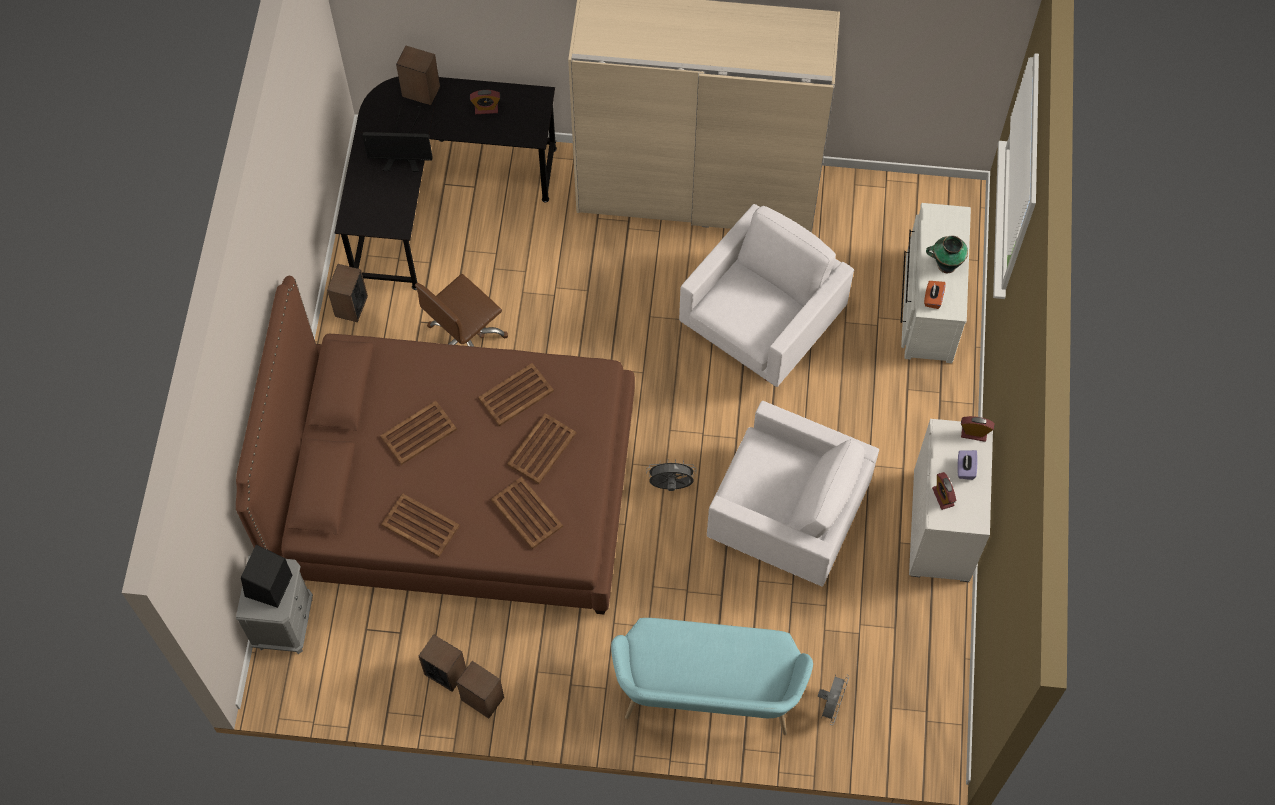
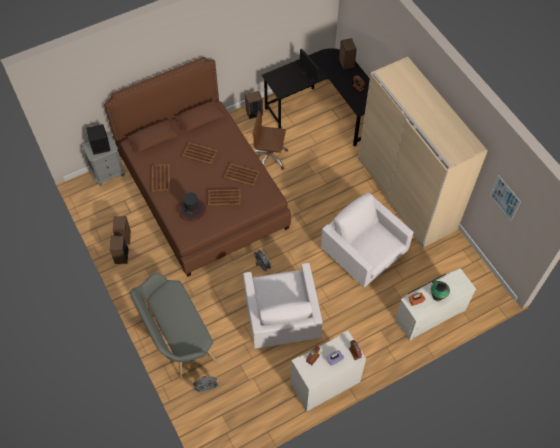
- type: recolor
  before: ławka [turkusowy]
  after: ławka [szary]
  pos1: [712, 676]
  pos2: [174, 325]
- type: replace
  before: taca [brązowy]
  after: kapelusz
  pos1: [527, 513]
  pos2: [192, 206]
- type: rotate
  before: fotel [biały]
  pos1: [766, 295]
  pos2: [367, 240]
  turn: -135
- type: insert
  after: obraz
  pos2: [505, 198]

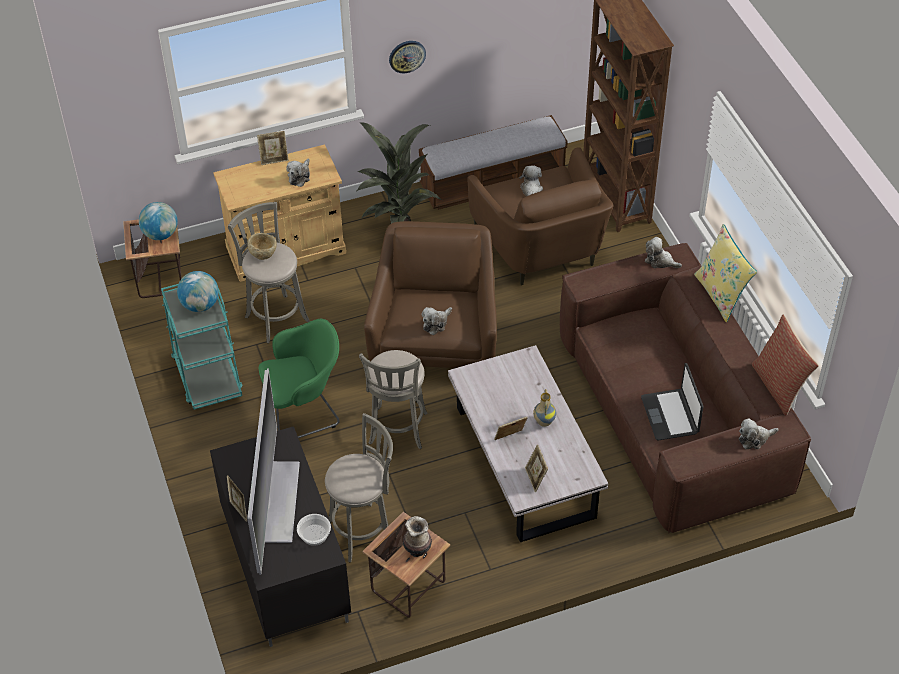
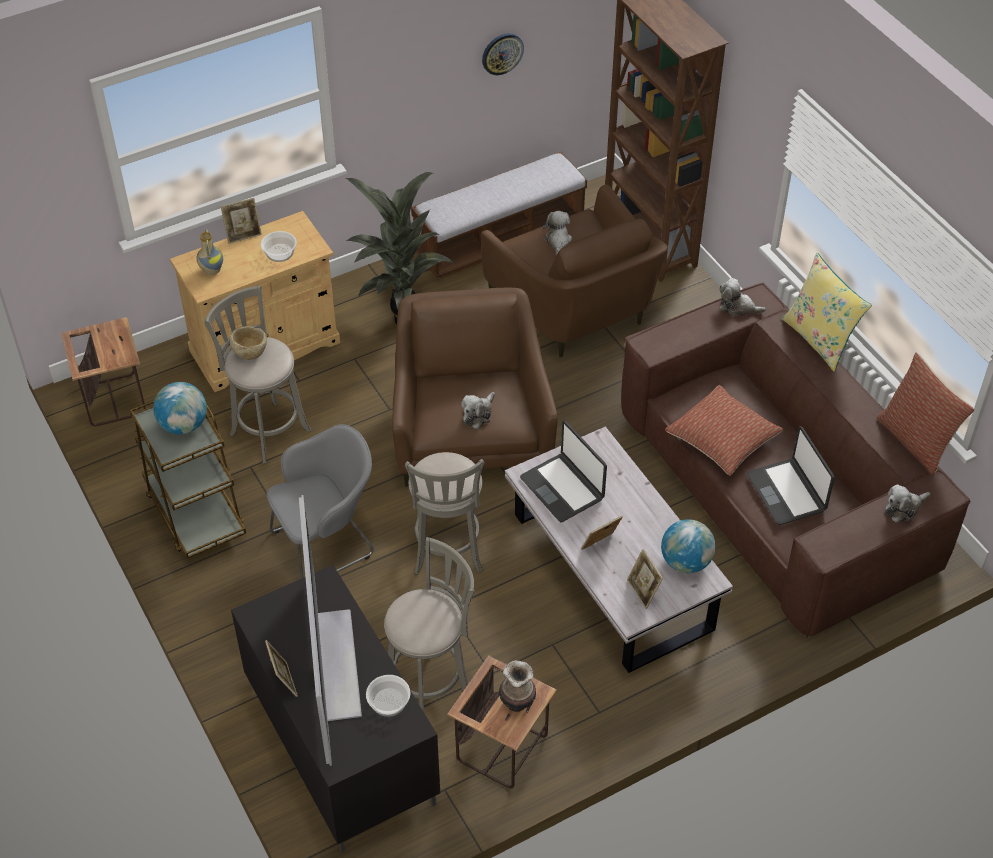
- type: recolor
  before: wózek [turkusowy]
  after: wózek [brązowy]
  pos1: [201, 347]
  pos2: [188, 480]
- type: move
  before: wazon
  pos1: [544, 408]
  pos2: [210, 252]
- type: replace
  before: pluszak
  after: miska
  pos1: [298, 172]
  pos2: [279, 246]
- type: recolor
  before: fotel [zielony]
  after: fotel [szary]
  pos1: [299, 378]
  pos2: [320, 501]
- type: move
  before: zegar ścienny
  pos1: [407, 57]
  pos2: [503, 54]
- type: insert
  after: laptop
  pos2: [563, 471]
- type: move
  before: globus
  pos1: [158, 221]
  pos2: [688, 546]
- type: insert
  after: poduszka
  pos2: [724, 430]

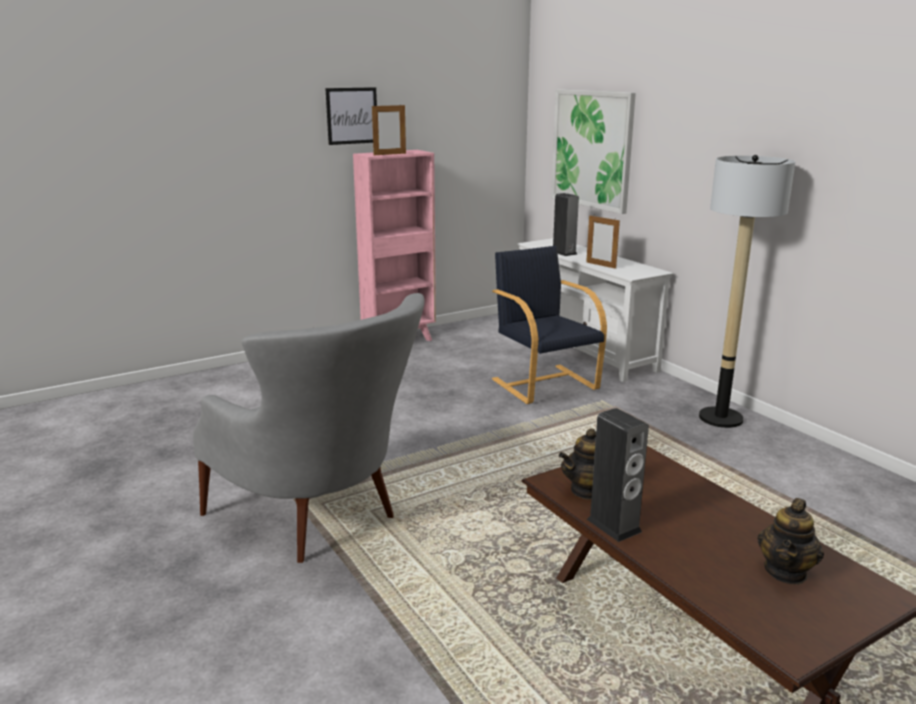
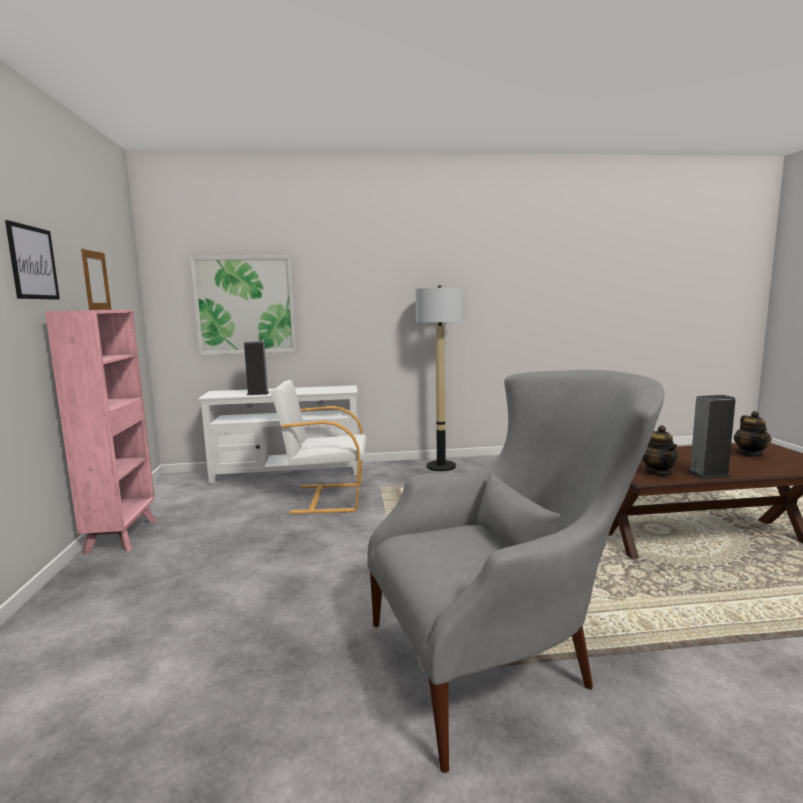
- type: recolor
  before: fotel [czarny]
  after: fotel [biały]
  pos1: [549, 325]
  pos2: [319, 447]
- type: rotate
  before: imbryk
  pos1: [790, 541]
  pos2: [752, 434]
  turn: 45
- type: delete
  before: ramka na zdjęcie
  pos1: [603, 242]

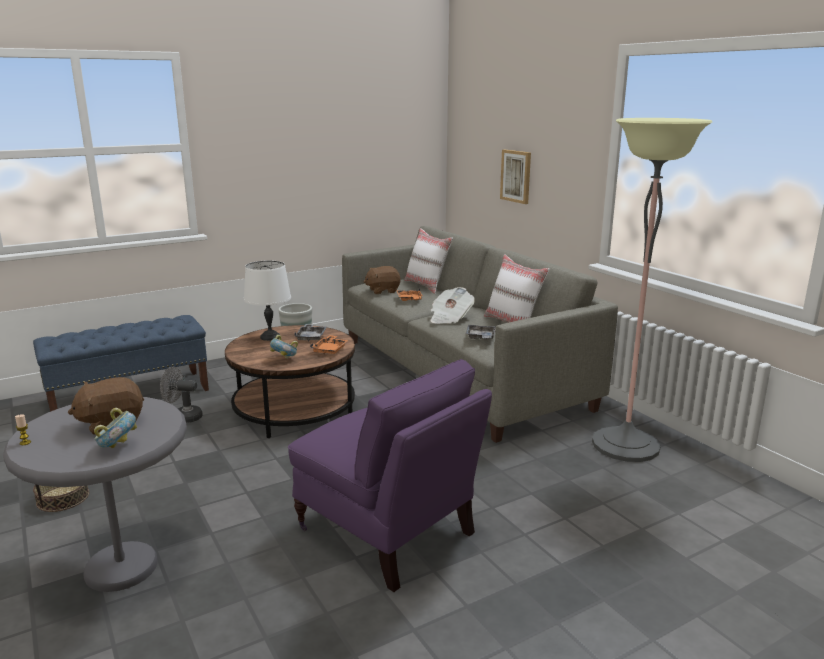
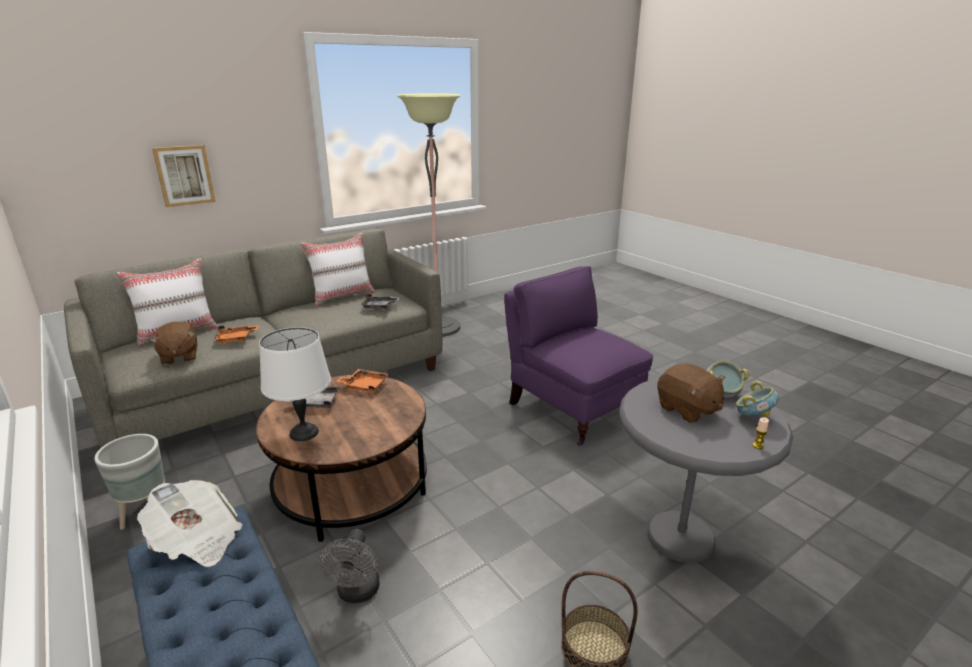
- type: move
  before: gazeta
  pos1: [452, 305]
  pos2: [189, 523]
- type: rotate
  before: fotel [fioletowy]
  pos1: [390, 475]
  pos2: [579, 356]
  turn: -75
- type: move
  before: miska
  pos1: [284, 347]
  pos2: [757, 399]

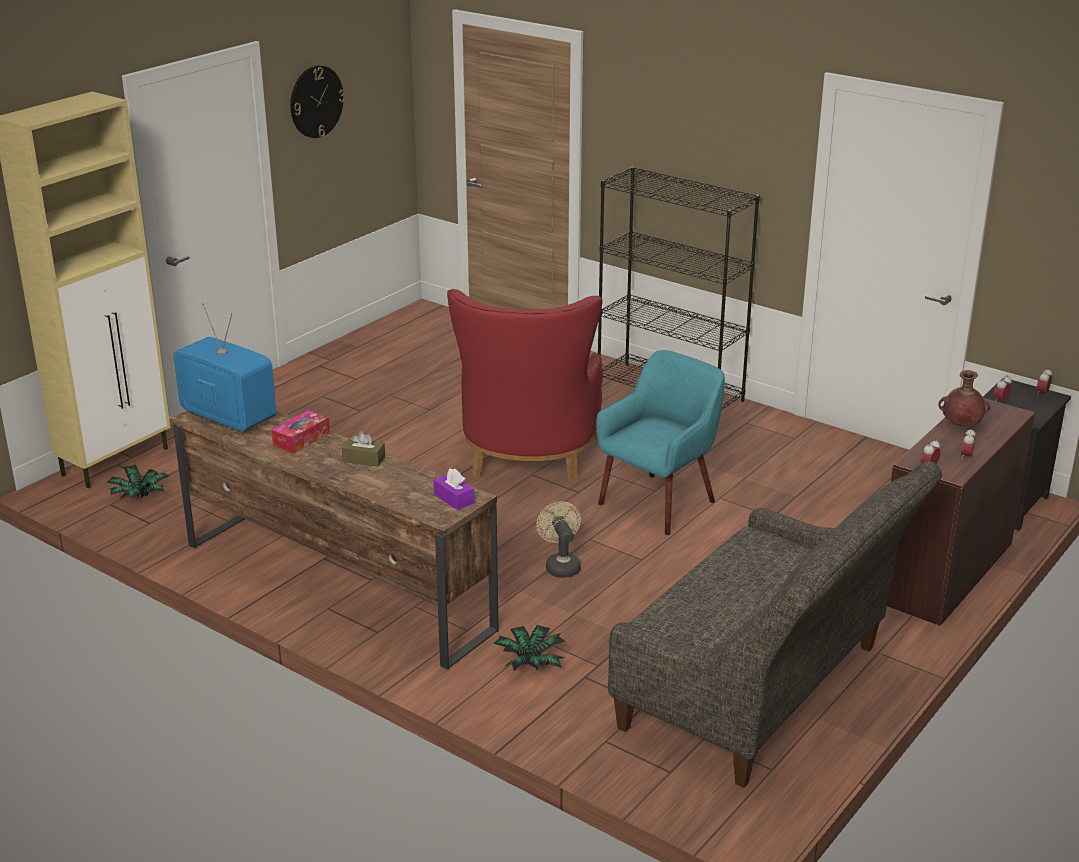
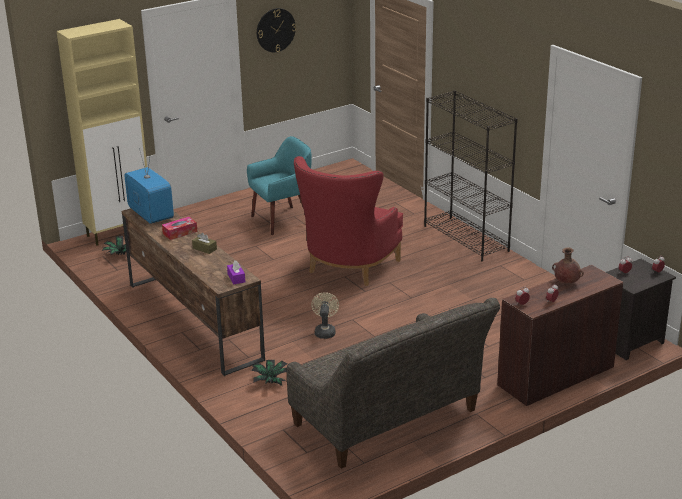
- type: move
  before: fotel [turkusowy]
  pos1: [660, 442]
  pos2: [279, 185]

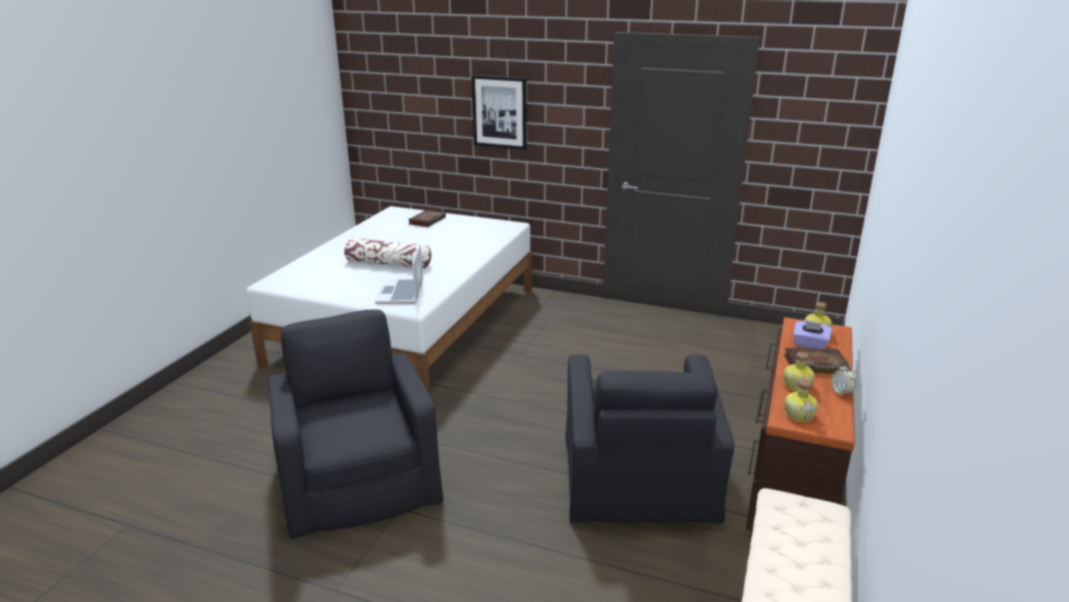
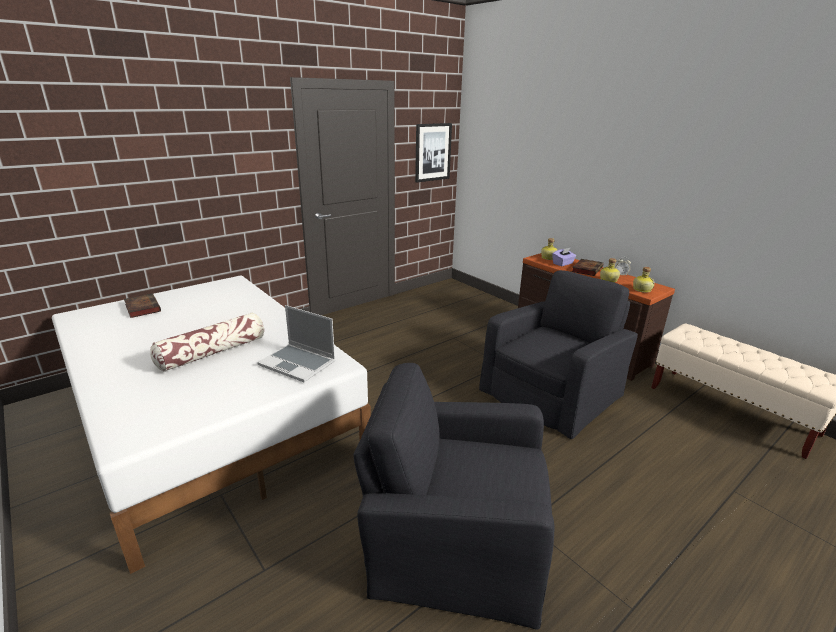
- type: move
  before: obraz
  pos1: [499, 112]
  pos2: [433, 152]
- type: rotate
  before: fotel [czarny]
  pos1: [649, 438]
  pos2: [558, 354]
  turn: -75

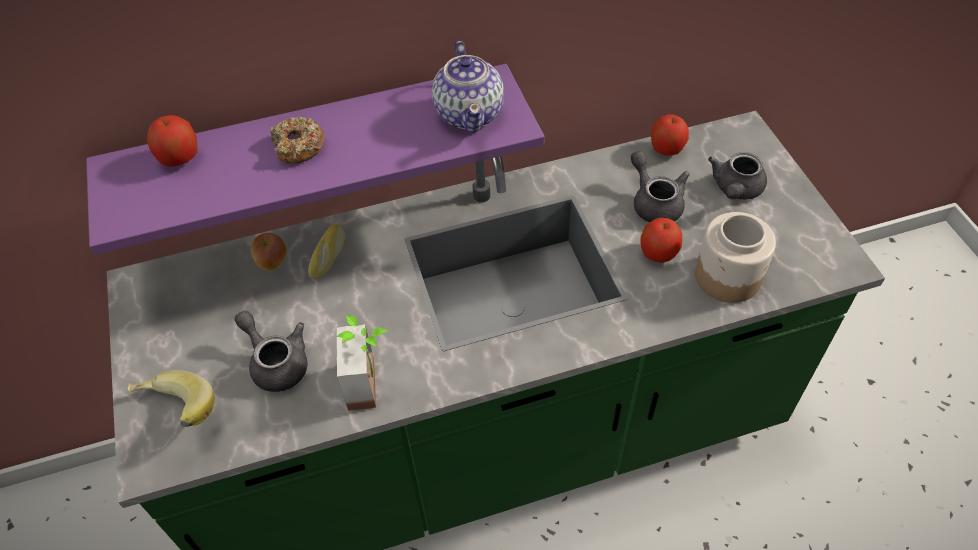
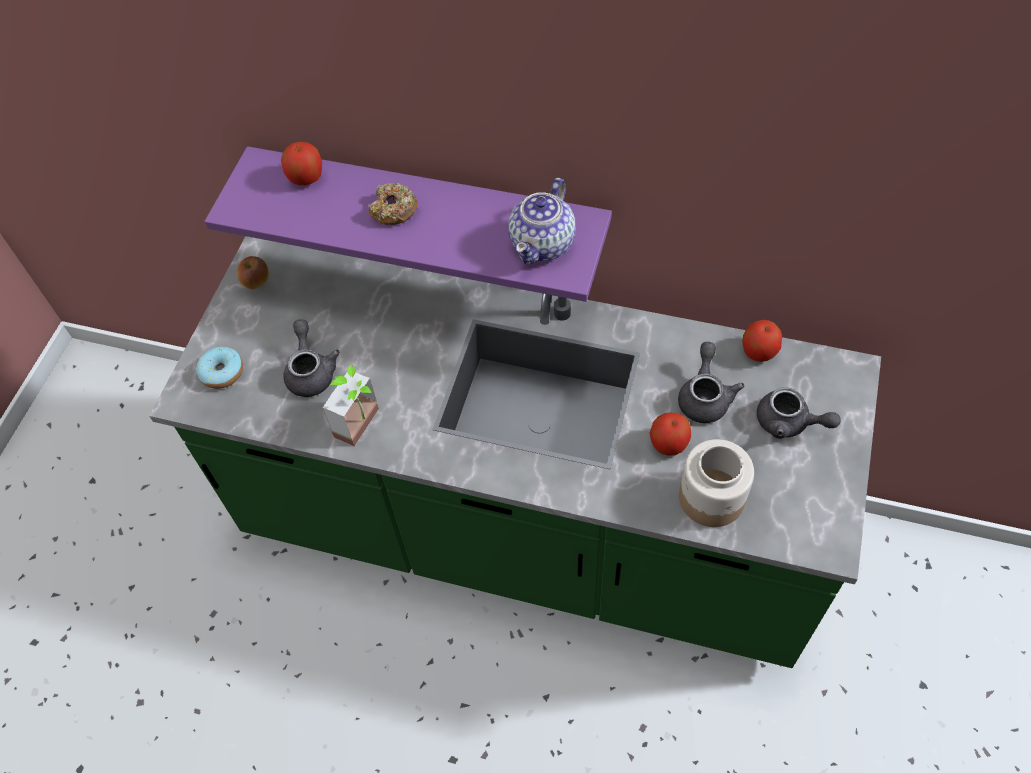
- type: replace
  before: banan
  after: donut
  pos1: [171, 398]
  pos2: [219, 368]
- type: move
  before: jabłko
  pos1: [269, 252]
  pos2: [253, 272]
- type: rotate
  before: imbryk [szary]
  pos1: [737, 176]
  pos2: [799, 413]
  turn: -120
- type: delete
  before: chleb
  pos1: [326, 252]

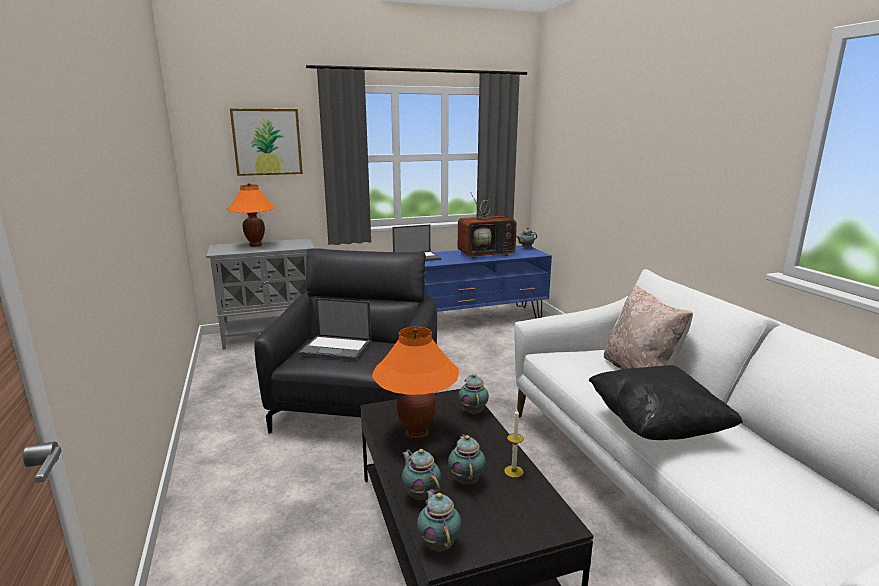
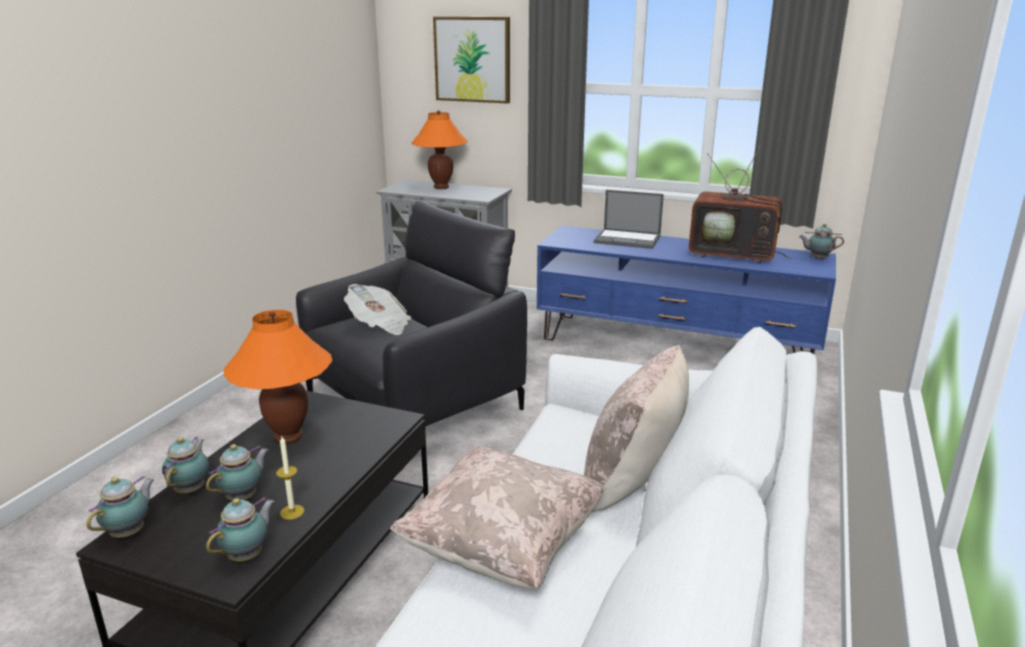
- type: move
  before: imbryk
  pos1: [473, 394]
  pos2: [240, 529]
- type: replace
  before: laptop
  after: gazeta
  pos1: [335, 329]
  pos2: [378, 309]
- type: recolor
  before: poduszka [czarny]
  after: poduszka [beżowy]
  pos1: [665, 402]
  pos2: [498, 517]

